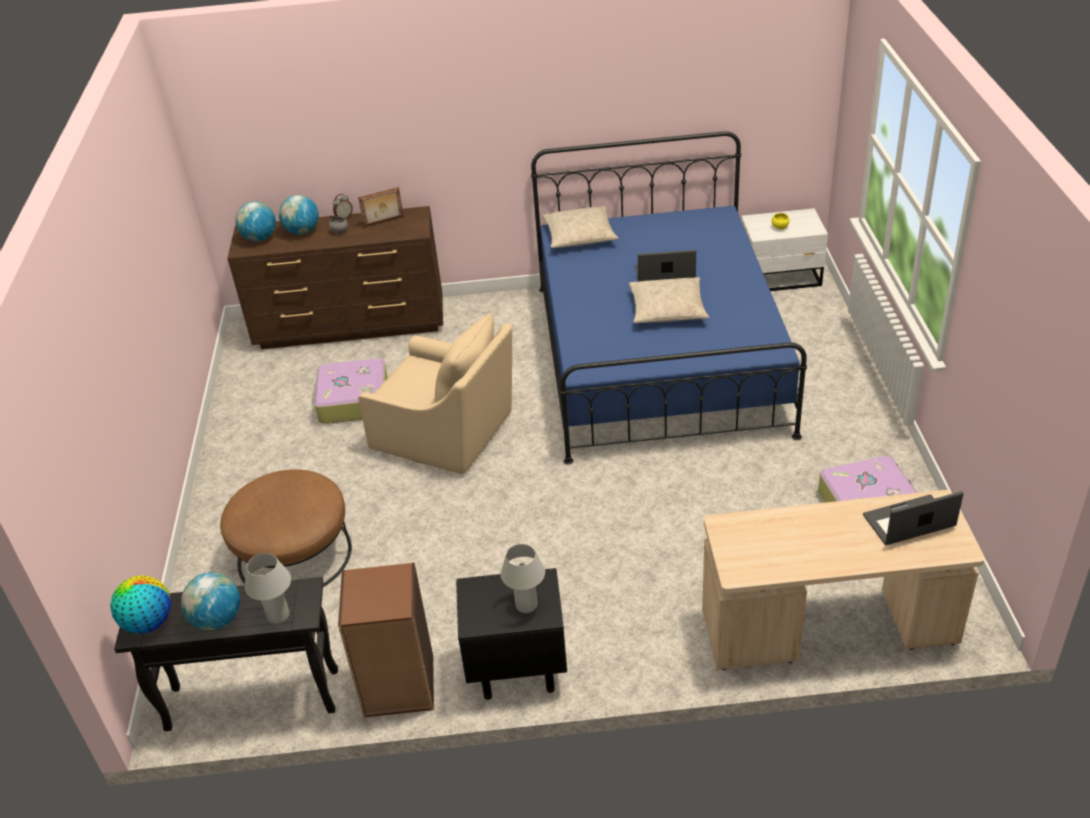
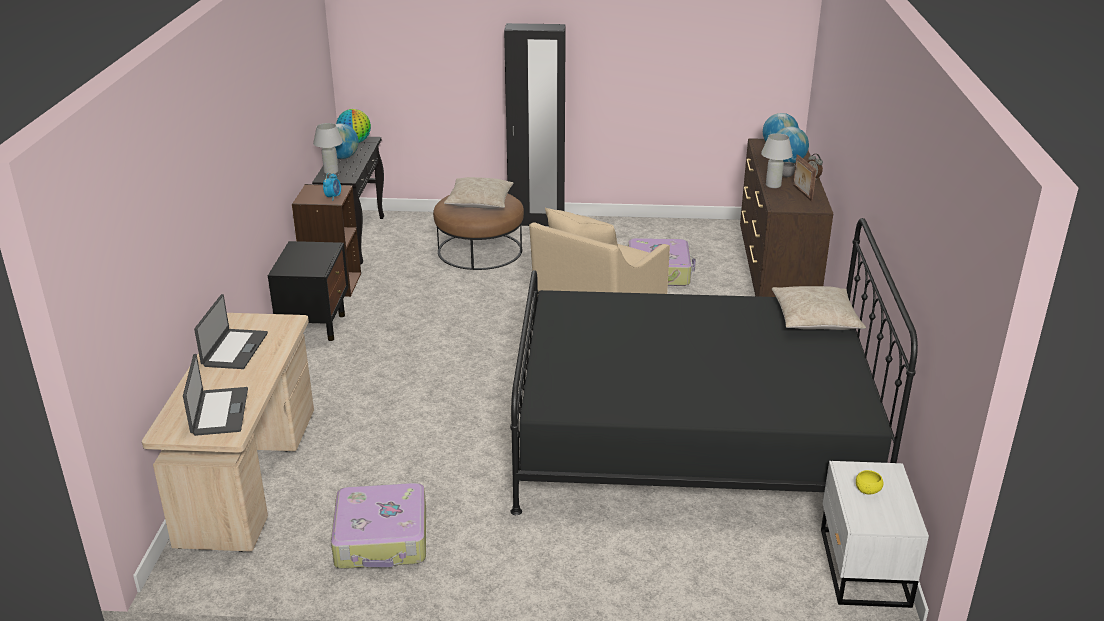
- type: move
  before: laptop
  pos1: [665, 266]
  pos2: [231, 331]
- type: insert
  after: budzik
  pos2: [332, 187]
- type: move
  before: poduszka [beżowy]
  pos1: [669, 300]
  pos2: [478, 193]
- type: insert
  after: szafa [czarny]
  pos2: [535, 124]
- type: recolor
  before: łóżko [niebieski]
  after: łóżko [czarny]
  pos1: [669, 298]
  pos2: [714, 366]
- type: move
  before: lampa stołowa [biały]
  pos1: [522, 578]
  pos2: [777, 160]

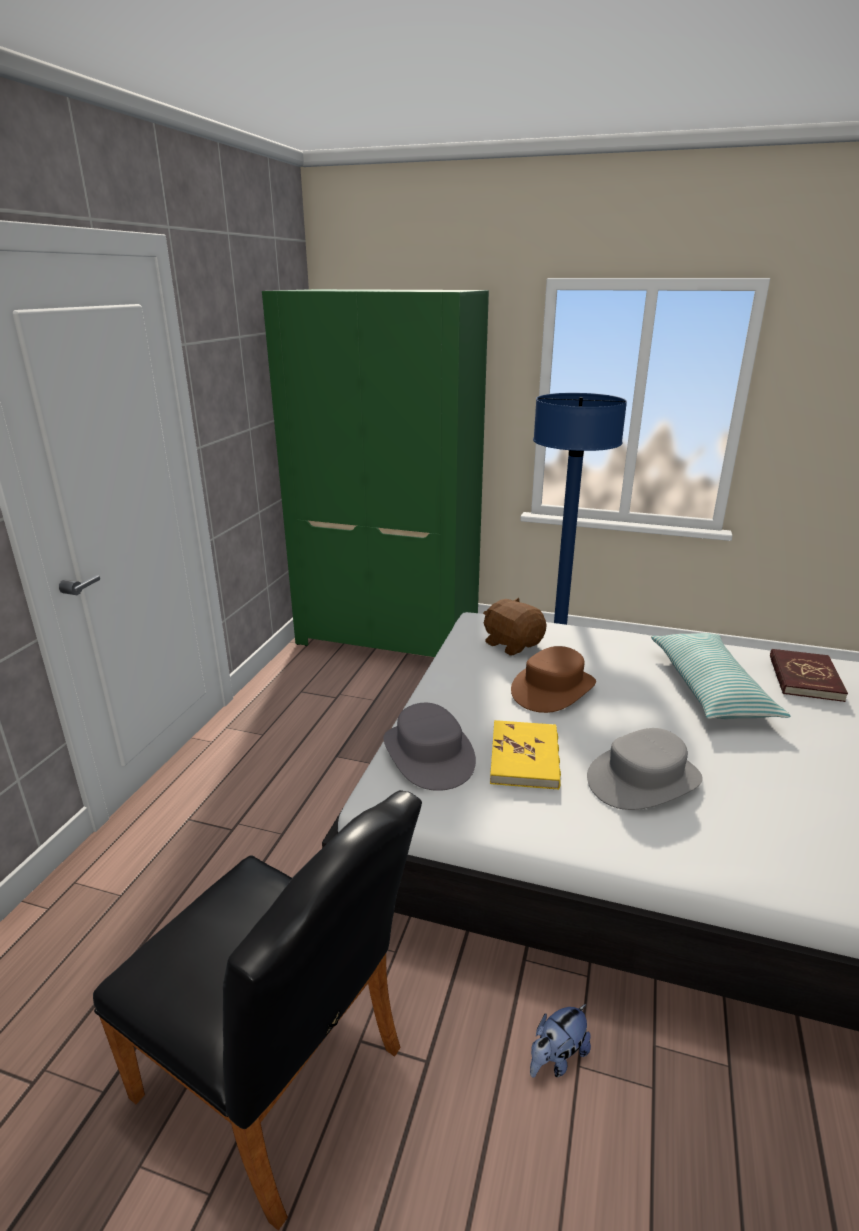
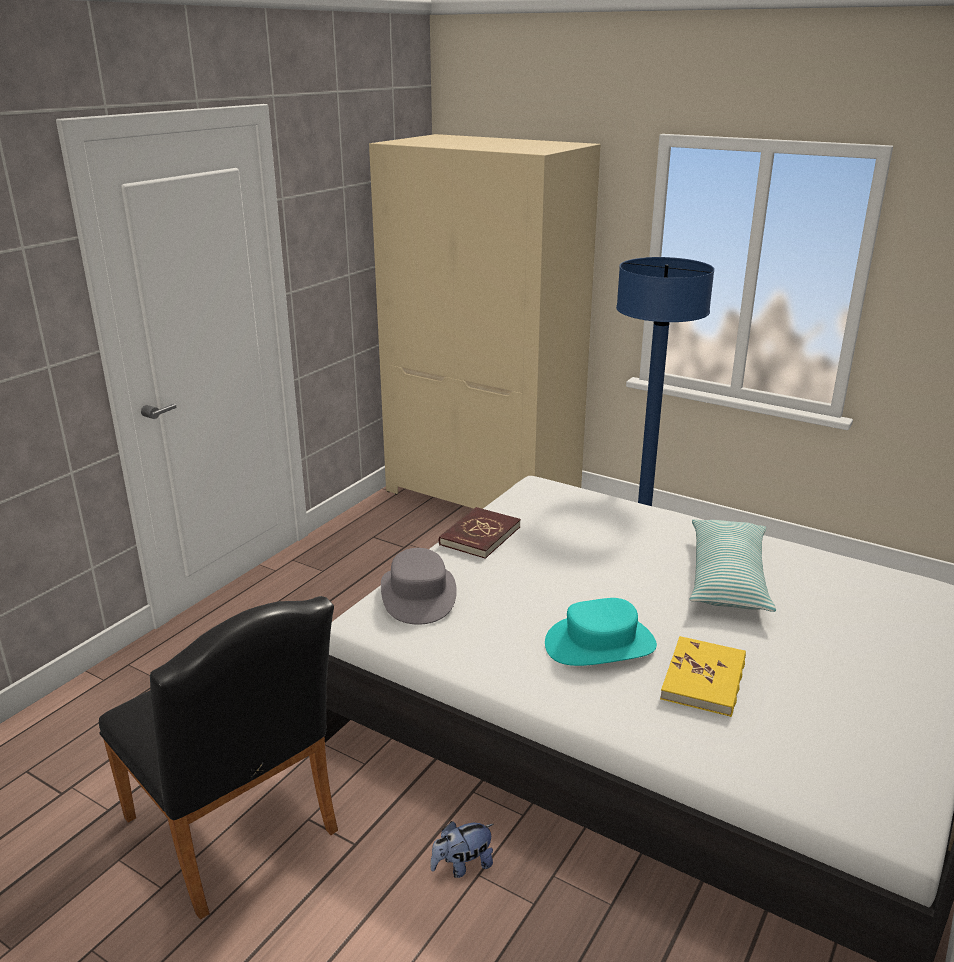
- type: recolor
  before: szafa [zielony]
  after: szafa [beżowy]
  pos1: [375, 473]
  pos2: [485, 321]
- type: move
  before: książka [czerwony]
  pos1: [809, 675]
  pos2: [480, 533]
- type: recolor
  before: kapelusz [szary]
  after: kapelusz [turkusowy]
  pos1: [645, 769]
  pos2: [601, 632]
- type: move
  before: książka [żółty]
  pos1: [525, 755]
  pos2: [703, 676]
- type: delete
  before: pluszak [brązowy]
  pos1: [515, 627]
- type: delete
  before: kapelusz [brązowy]
  pos1: [553, 679]

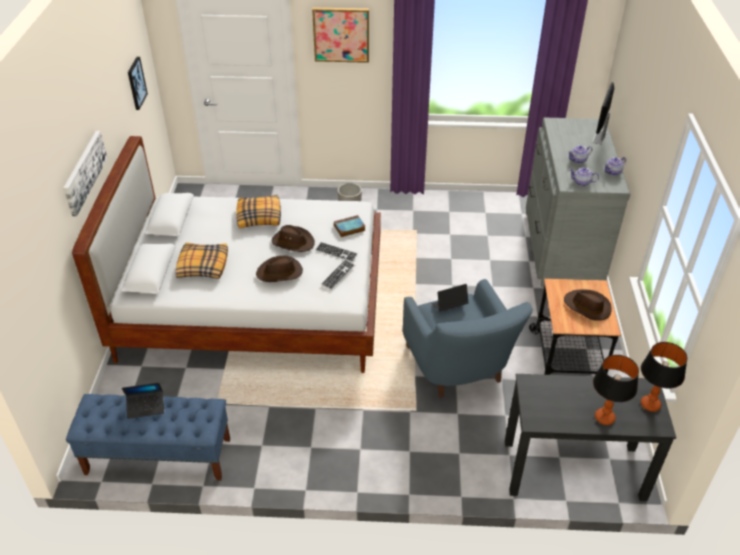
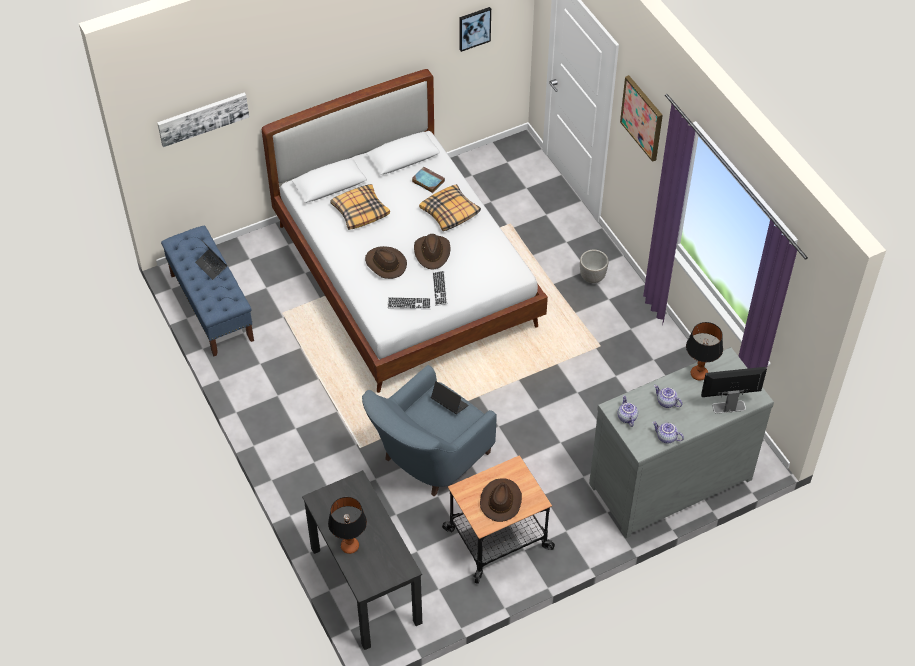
- type: move
  before: obraz
  pos1: [85, 173]
  pos2: [203, 119]
- type: move
  before: książka
  pos1: [350, 226]
  pos2: [428, 180]
- type: move
  before: lampa stołowa
  pos1: [664, 377]
  pos2: [704, 351]

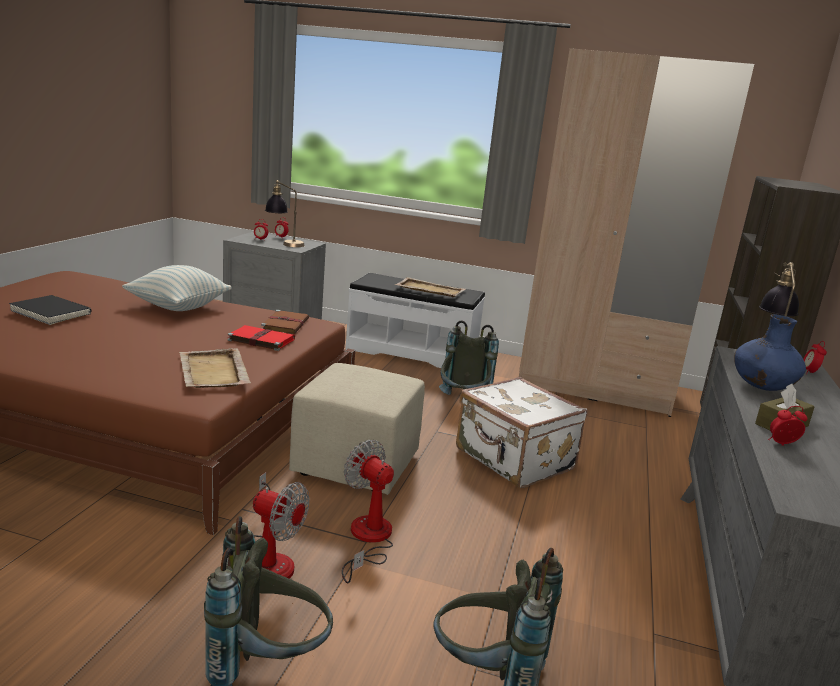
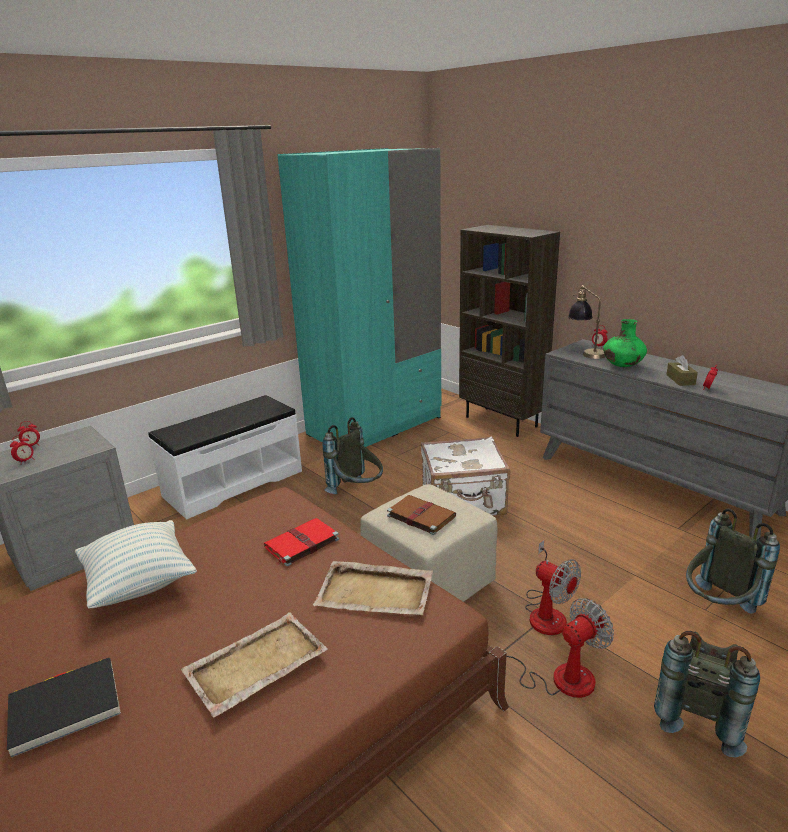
- type: move
  before: taca [beżowy]
  pos1: [430, 287]
  pos2: [254, 664]
- type: recolor
  before: szafa [beżowy]
  after: szafa [turkusowy]
  pos1: [636, 232]
  pos2: [359, 297]
- type: move
  before: książka [brązowy]
  pos1: [285, 322]
  pos2: [421, 515]
- type: rotate
  before: wentylator
  pos1: [368, 511]
  pos2: [553, 587]
  turn: -120
- type: recolor
  before: wazon [niebieski]
  after: wazon [zielony]
  pos1: [770, 352]
  pos2: [625, 343]
- type: delete
  before: lampa stołowa
  pos1: [285, 213]

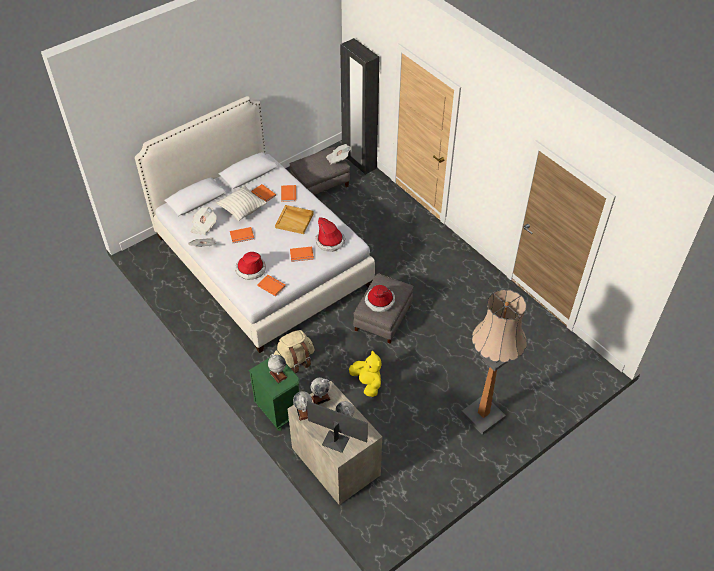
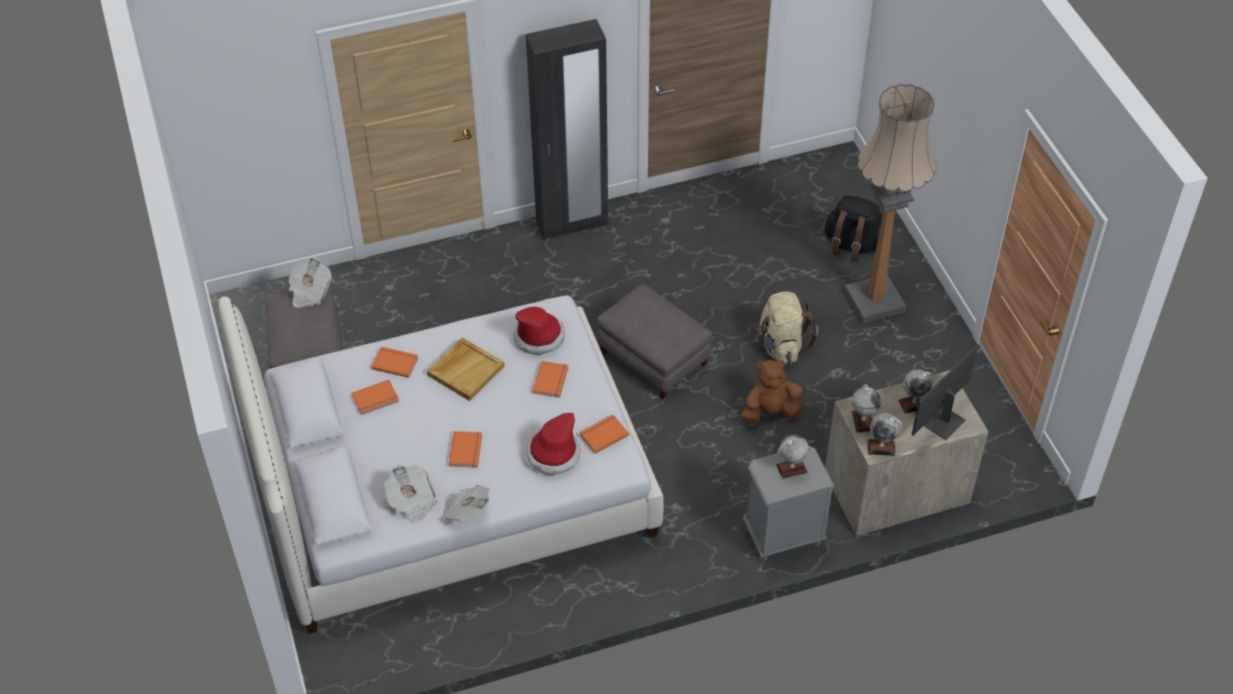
- type: move
  before: szafa [czarny]
  pos1: [359, 106]
  pos2: [567, 129]
- type: recolor
  before: pluszak [żółty]
  after: pluszak [brązowy]
  pos1: [365, 374]
  pos2: [772, 392]
- type: recolor
  before: szafka nocna [zielony]
  after: szafka nocna [szary]
  pos1: [274, 394]
  pos2: [789, 504]
- type: move
  before: plecak [beżowy]
  pos1: [294, 351]
  pos2: [787, 328]
- type: insert
  after: plecak [czarny]
  pos2: [853, 228]
- type: delete
  before: poduszka
  pos1: [242, 203]
- type: delete
  before: kapelusz
  pos1: [380, 298]

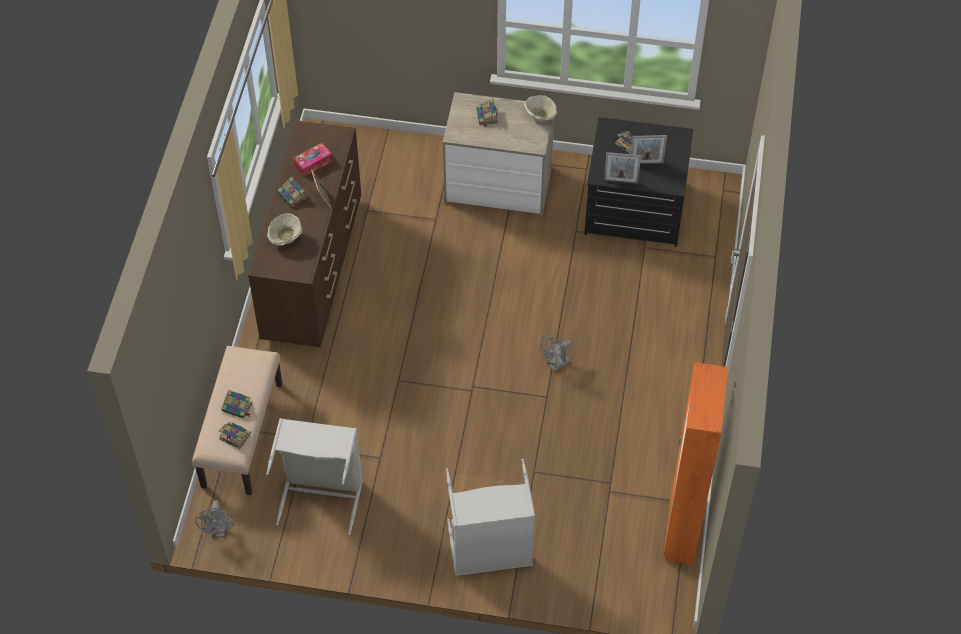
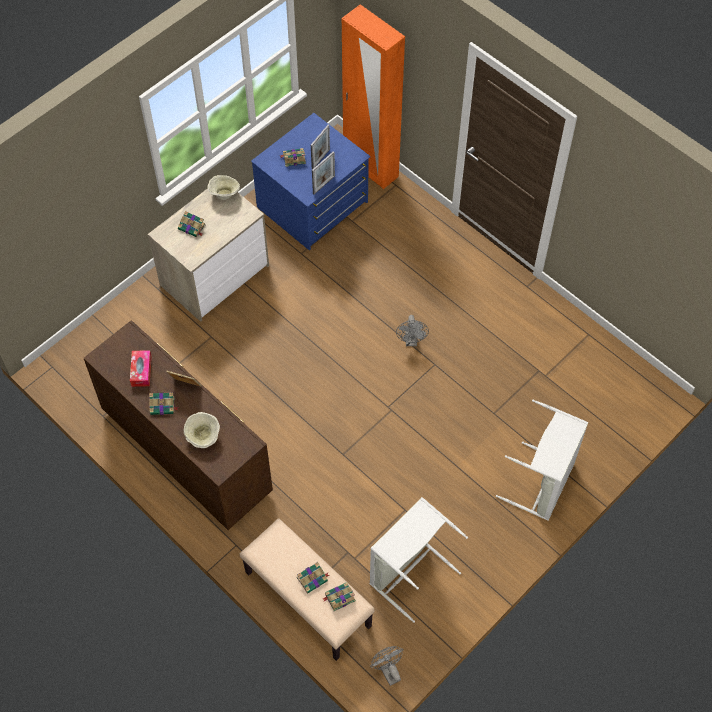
- type: recolor
  before: komoda [czarny]
  after: komoda [niebieski]
  pos1: [638, 182]
  pos2: [311, 181]
- type: move
  before: szafa [pomarańczowy]
  pos1: [696, 464]
  pos2: [373, 96]
- type: rotate
  before: wentylator [szary]
  pos1: [214, 519]
  pos2: [387, 666]
  turn: -150

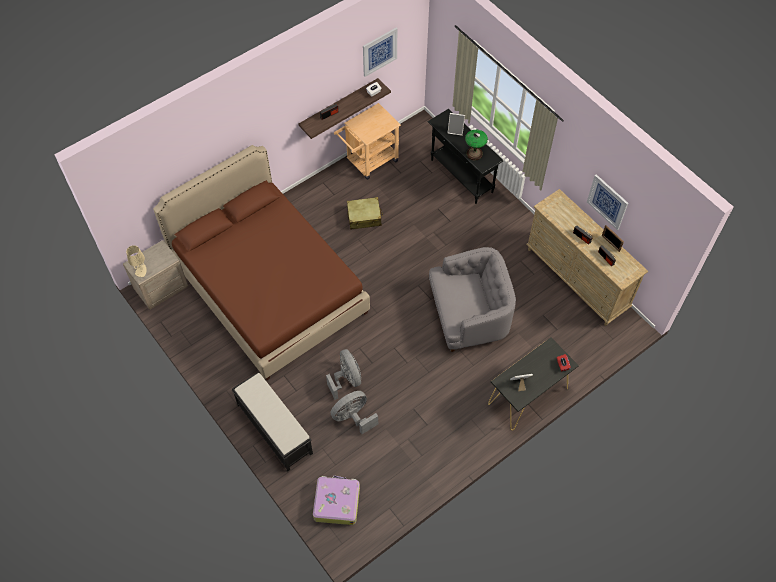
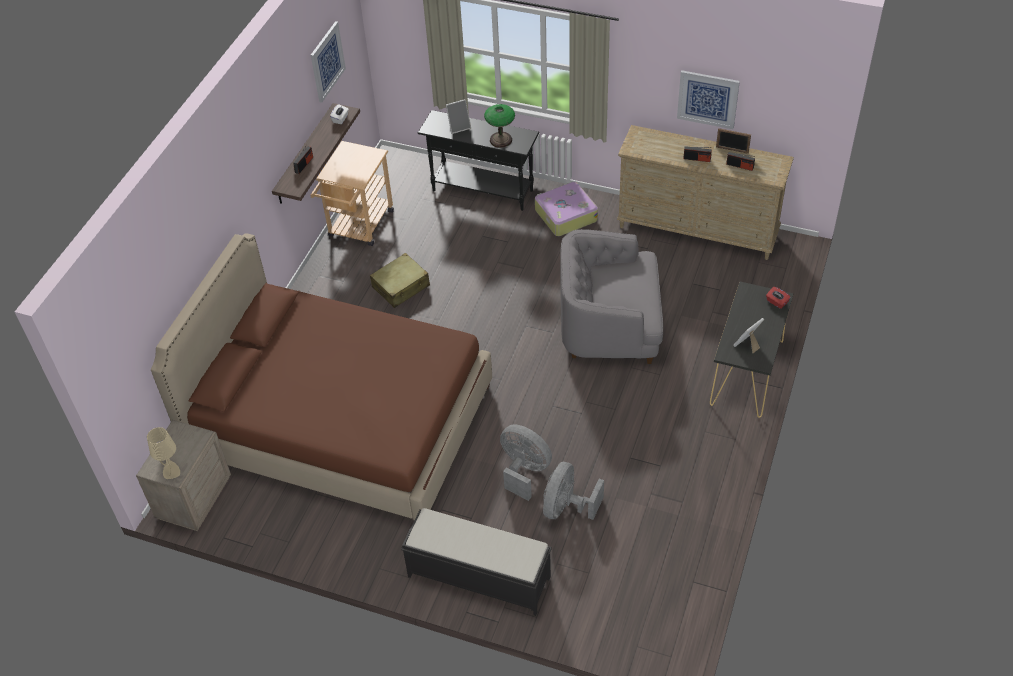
- type: move
  before: walizka
  pos1: [336, 500]
  pos2: [566, 208]
- type: rotate
  before: fotel [szary]
  pos1: [472, 299]
  pos2: [611, 296]
  turn: -135

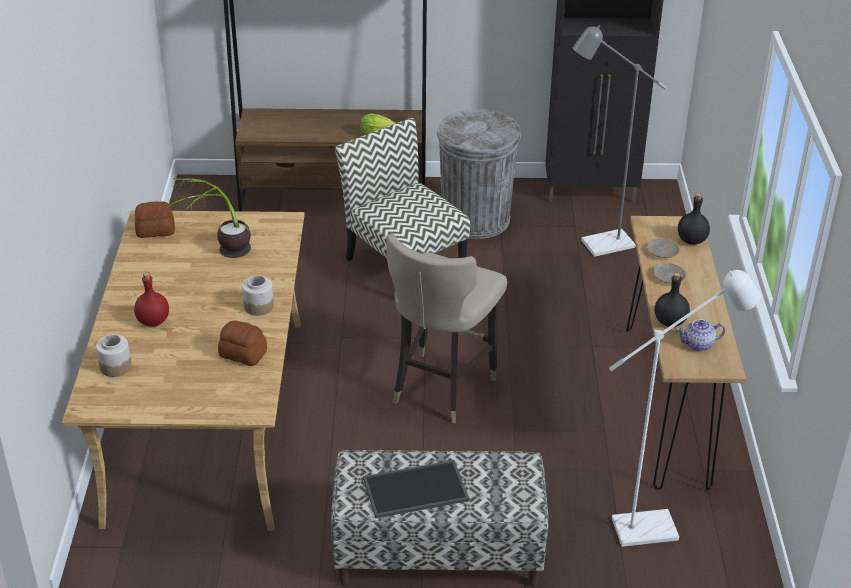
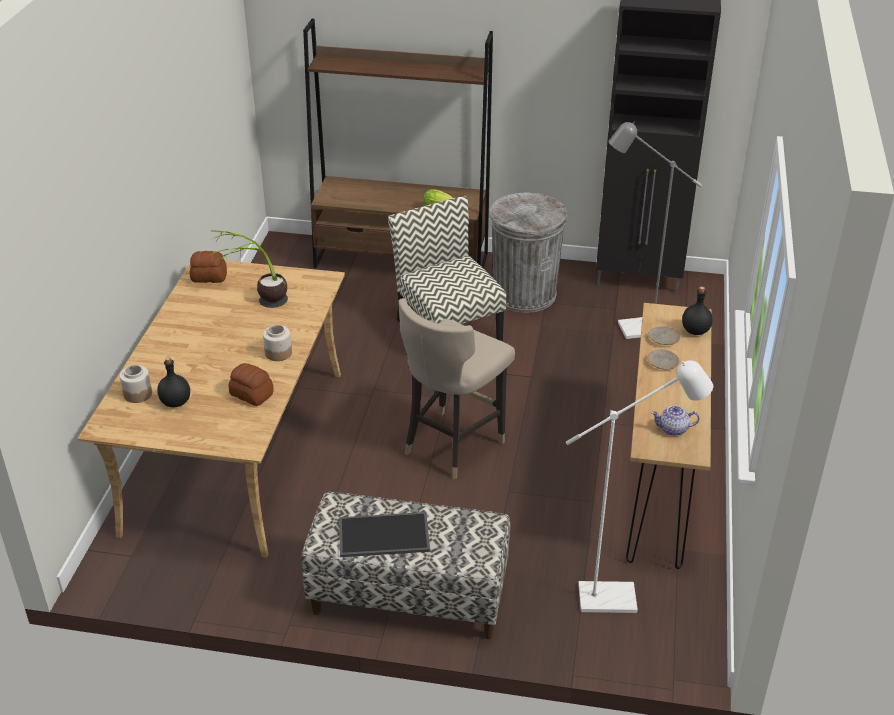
- type: move
  before: butelka [czarny]
  pos1: [672, 300]
  pos2: [173, 382]
- type: delete
  before: butelka [czerwony]
  pos1: [151, 299]

